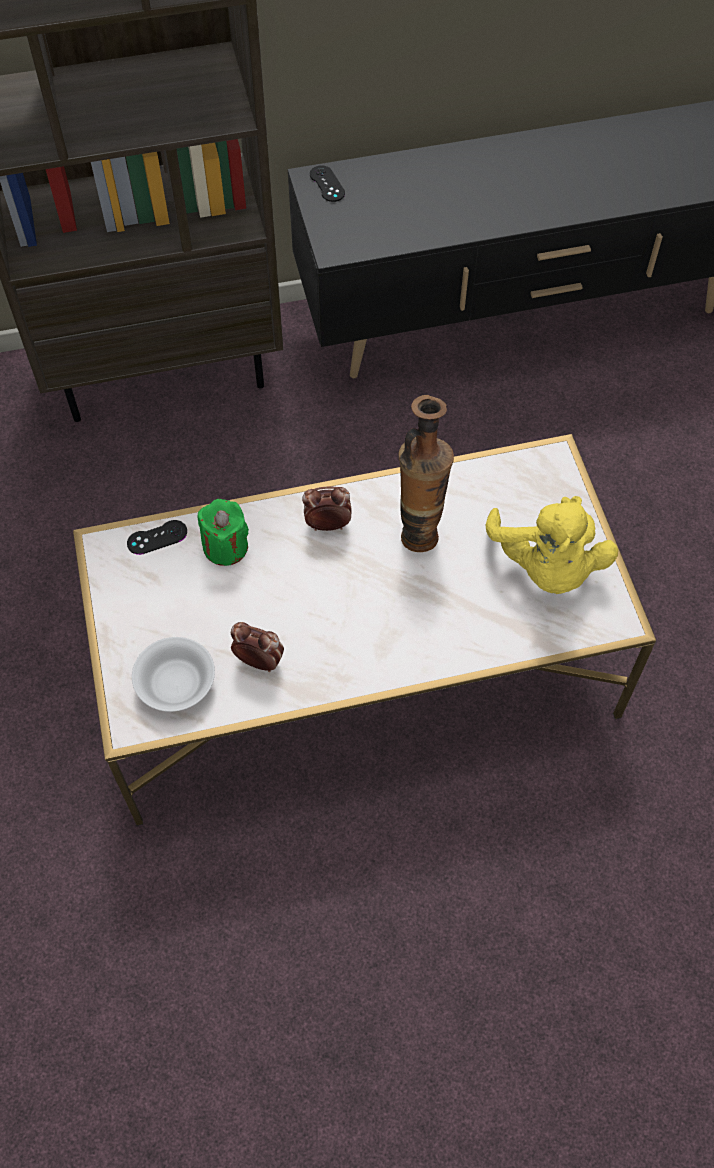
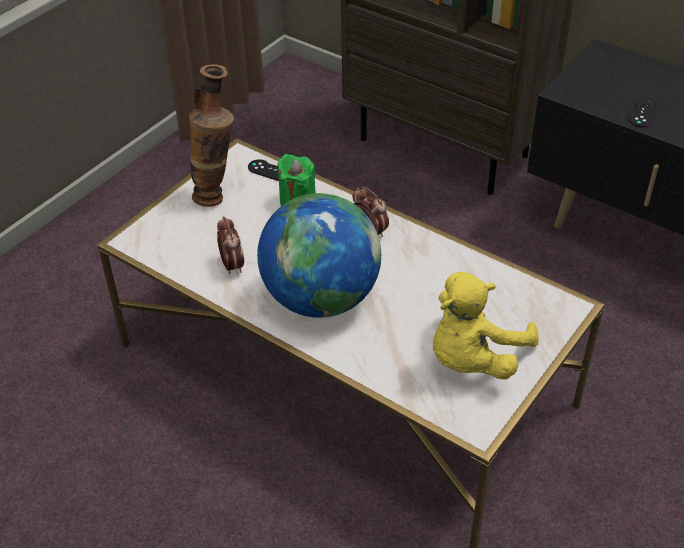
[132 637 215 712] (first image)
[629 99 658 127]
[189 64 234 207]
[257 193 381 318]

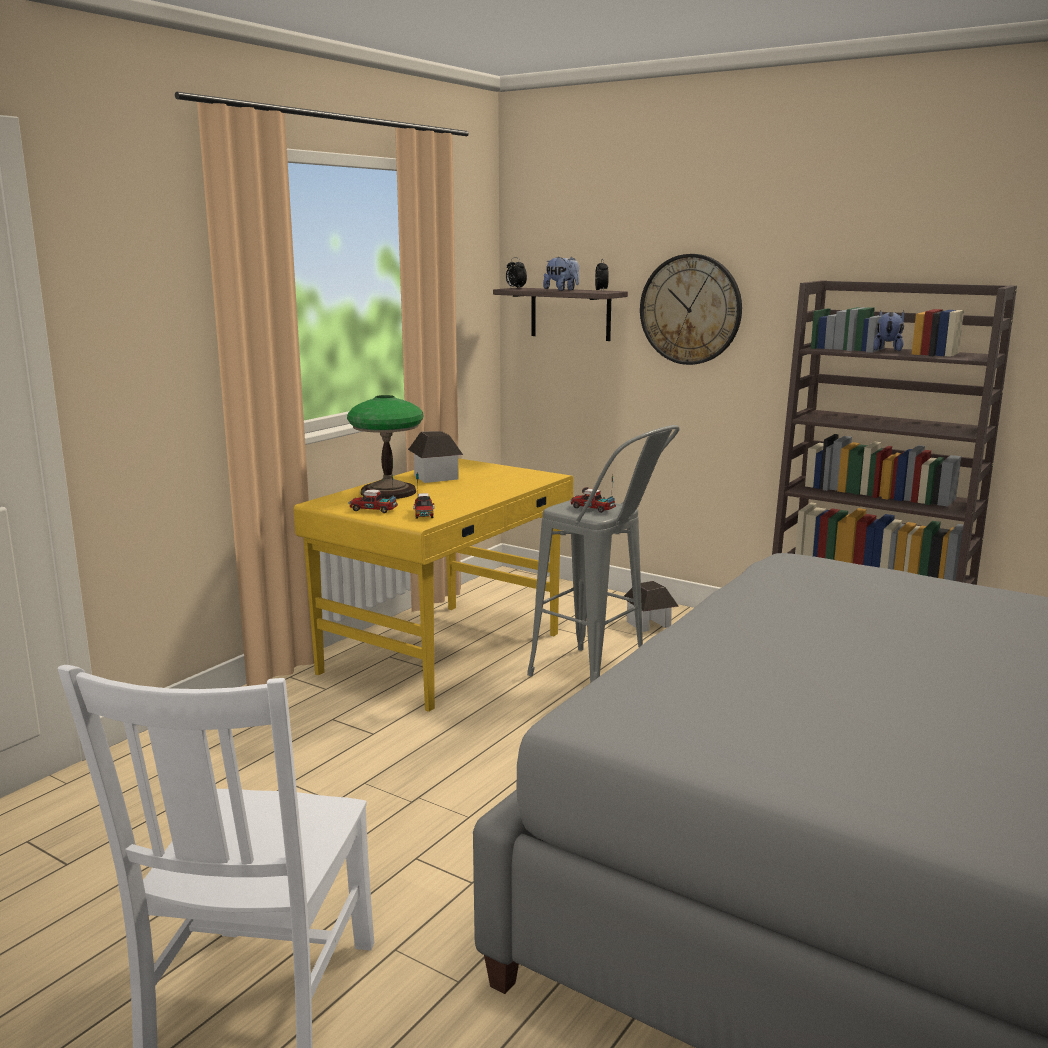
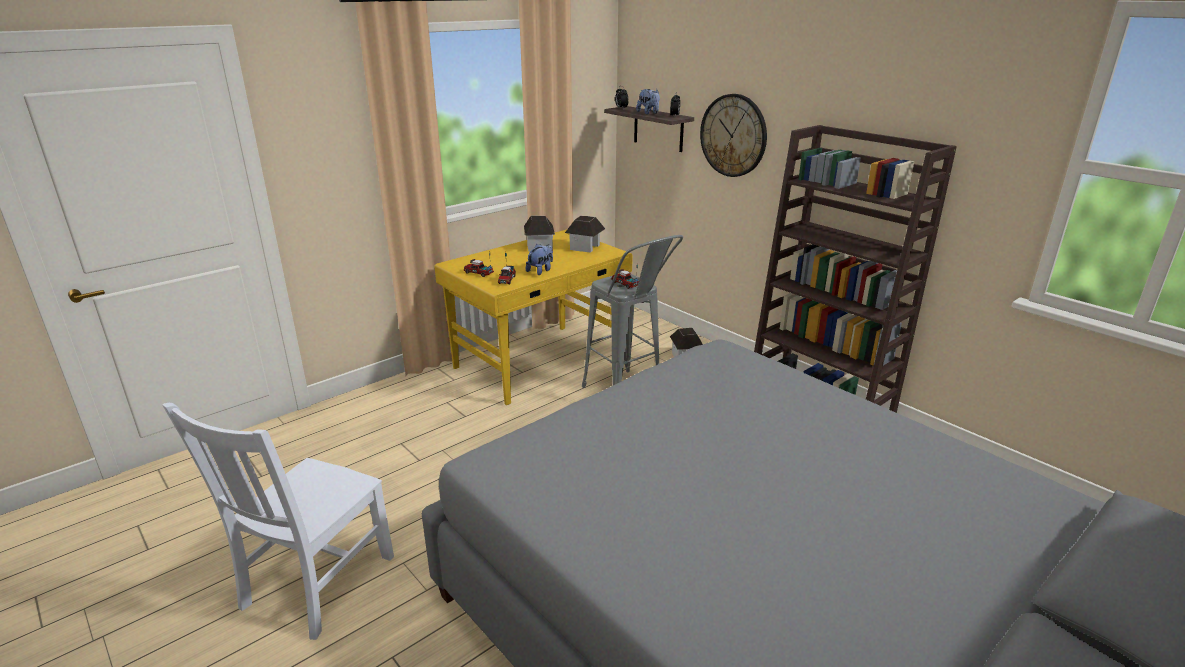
[347 395 424 499] (first image)
[526 244 553 275]
[565 216 605 253]

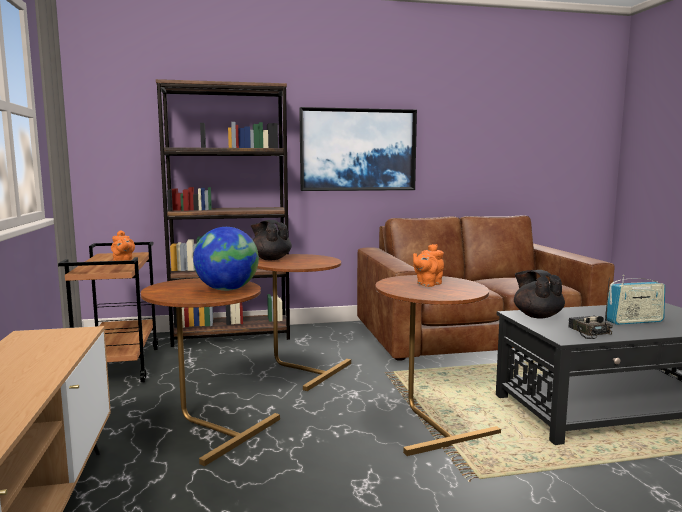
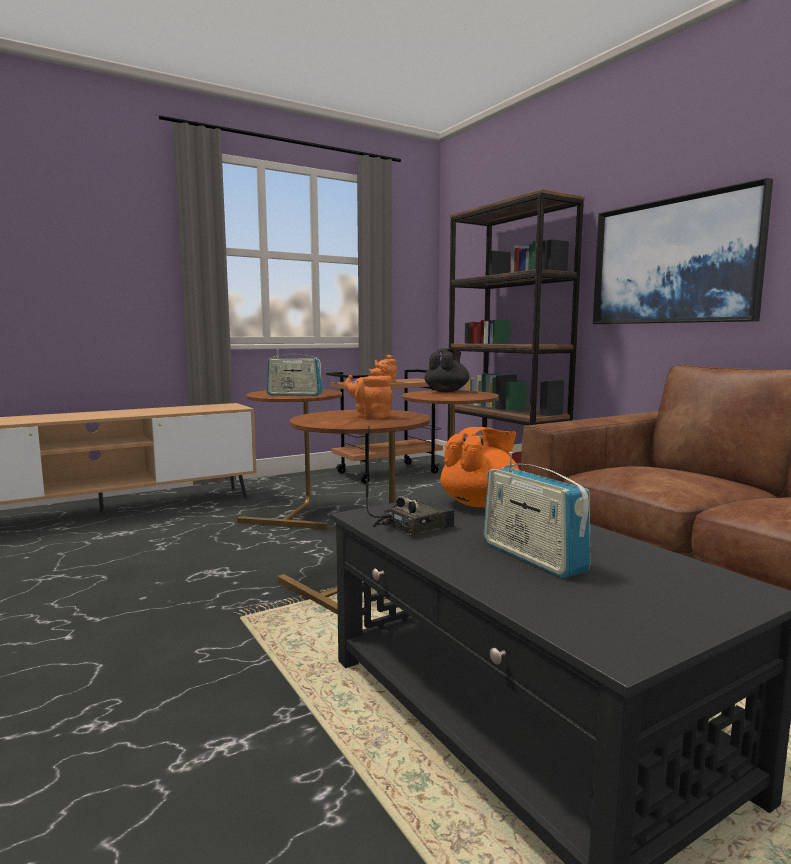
[267 349 323 396]
[440 427 519 507]

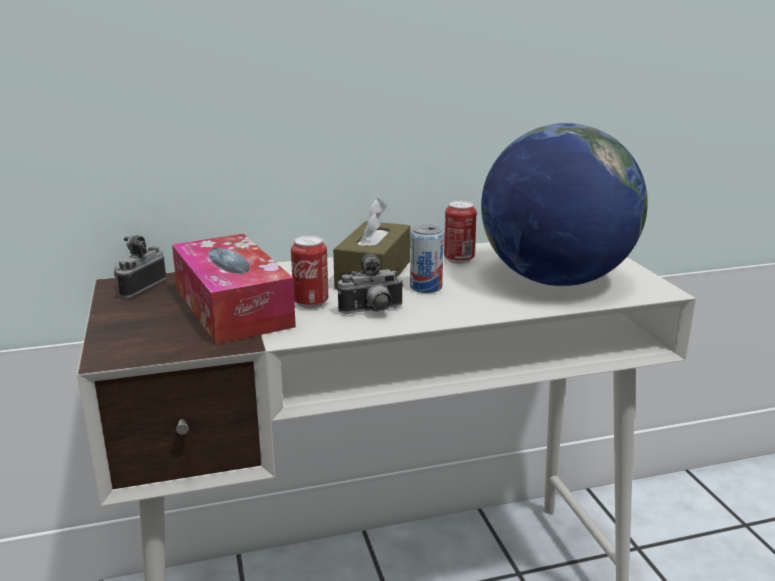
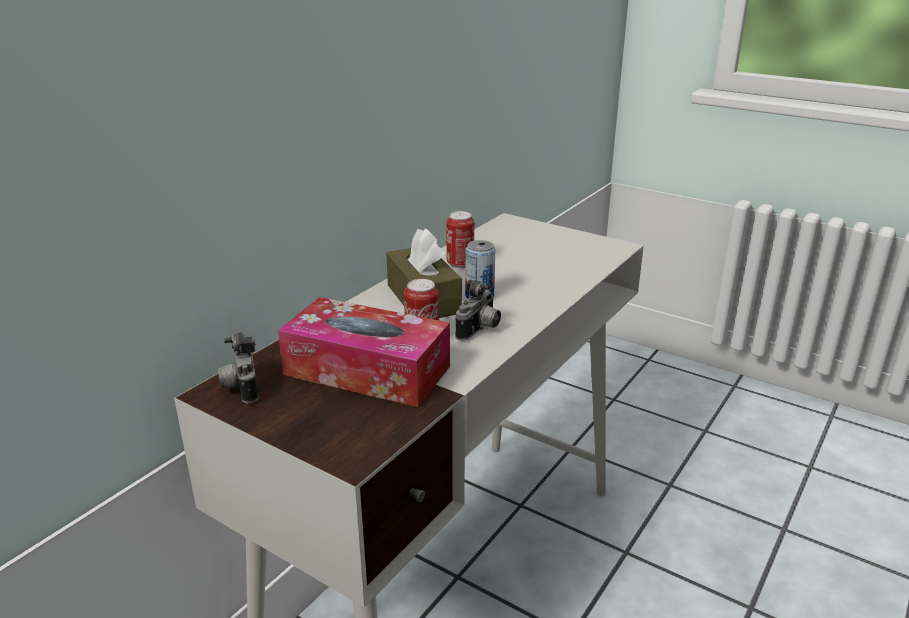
[481 123 648 286] (first image)

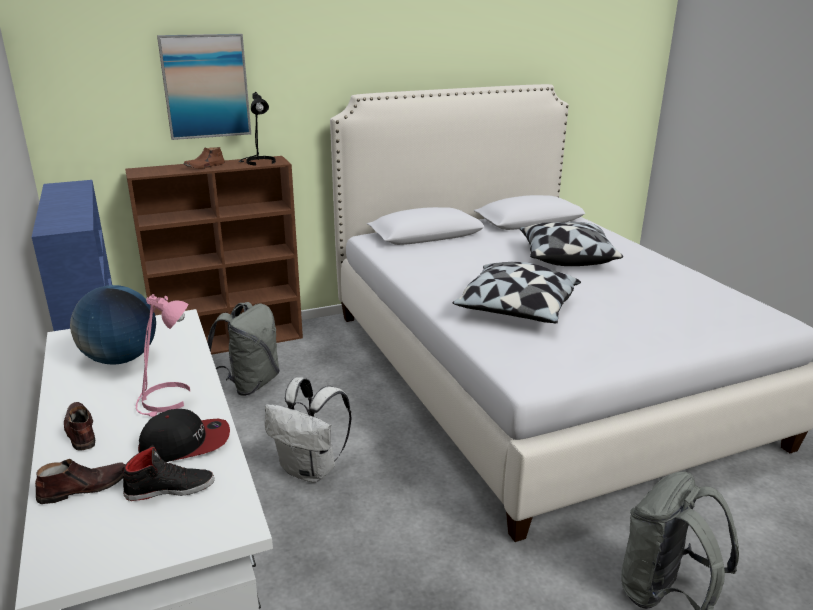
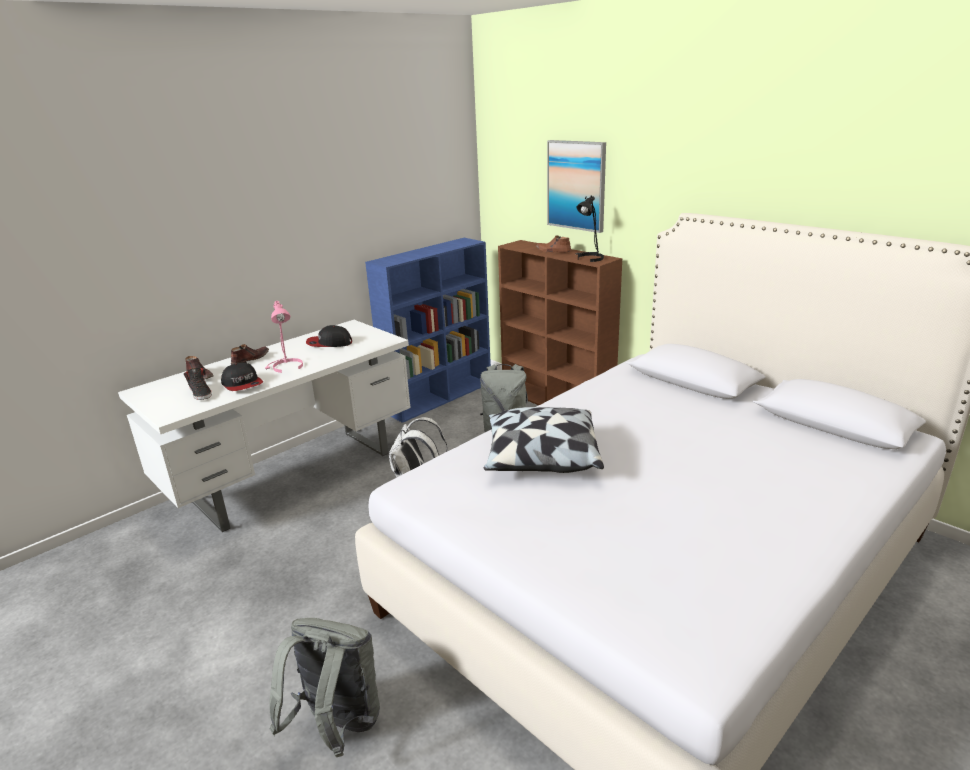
[306 325 352 347]
[520 222 623 266] (first image)

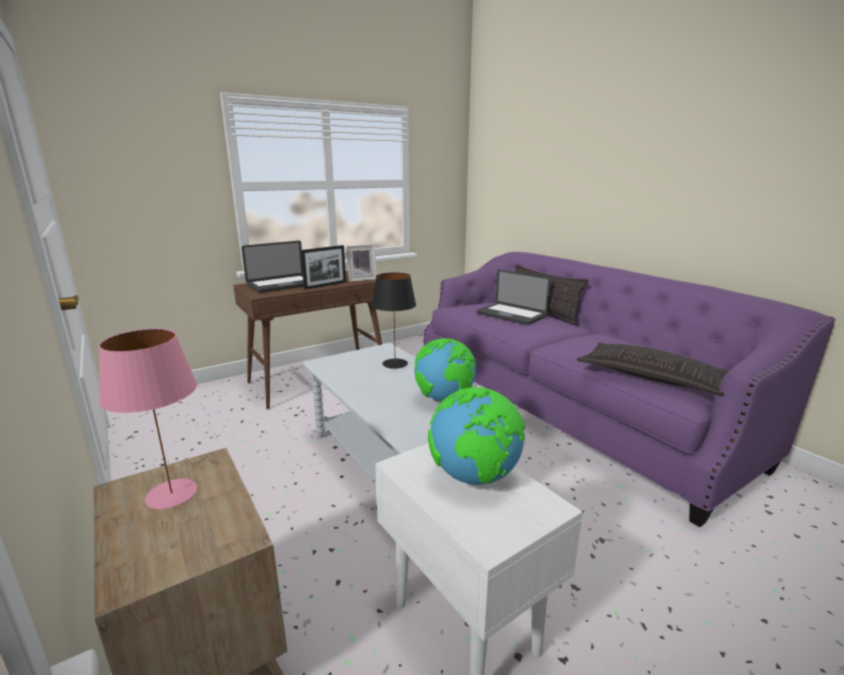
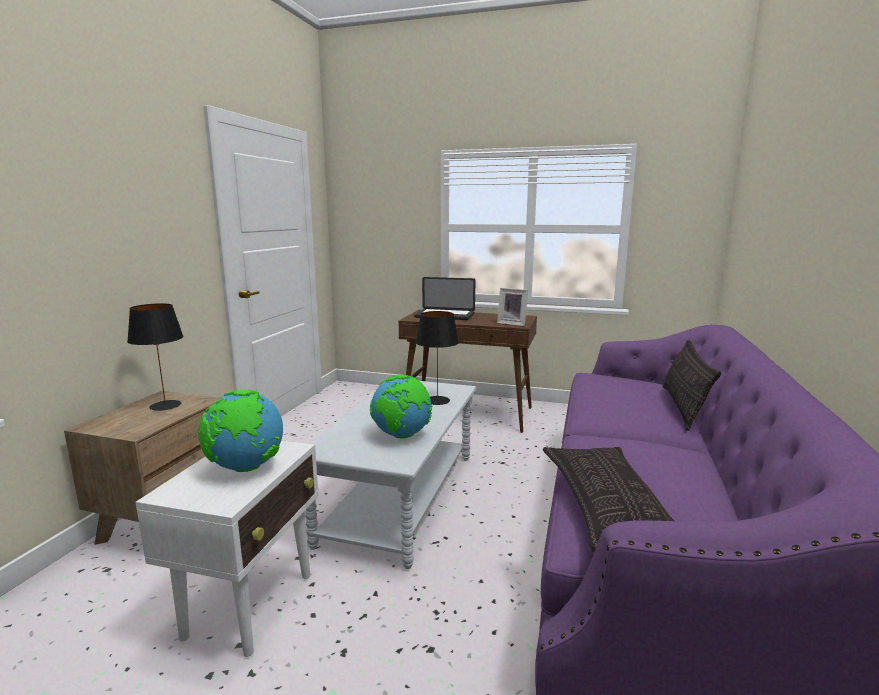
[127 303 184 411]
[301 245 346 290] (first image)
[476 270 550 325] (first image)

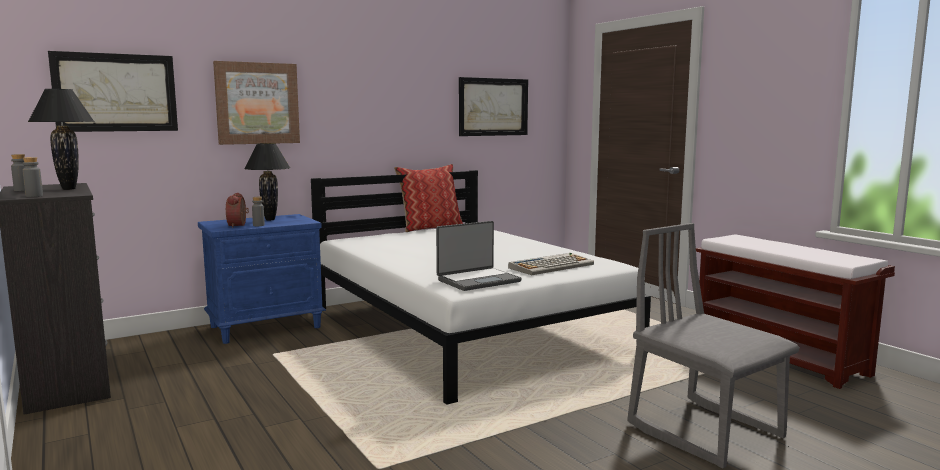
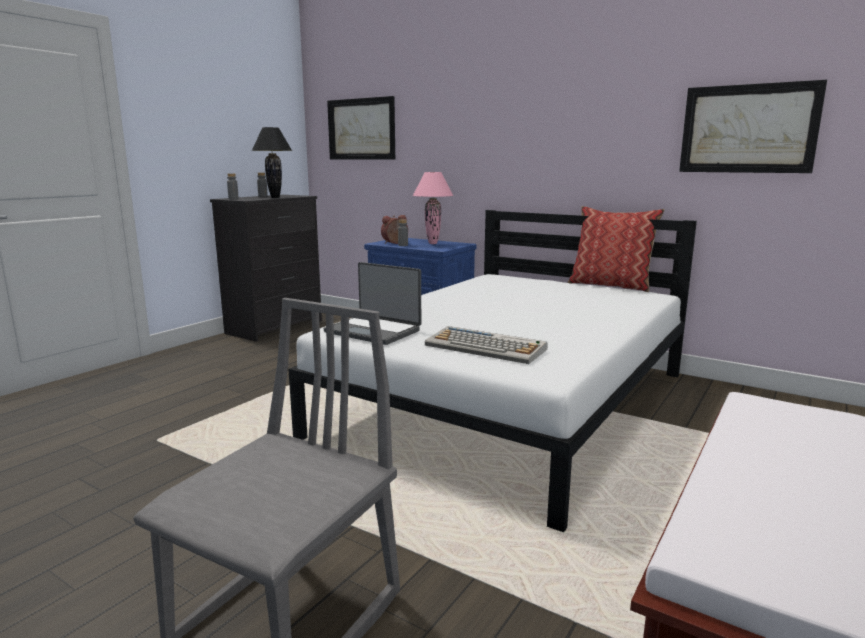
[213 61 300 145] (first image)
[413 172 453 244]

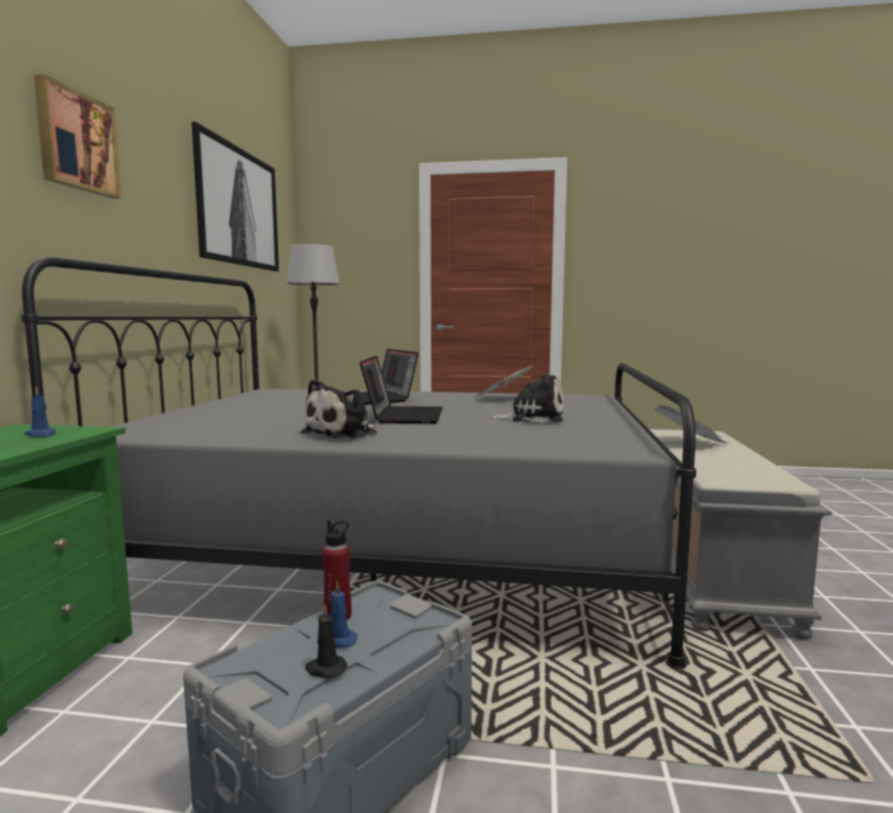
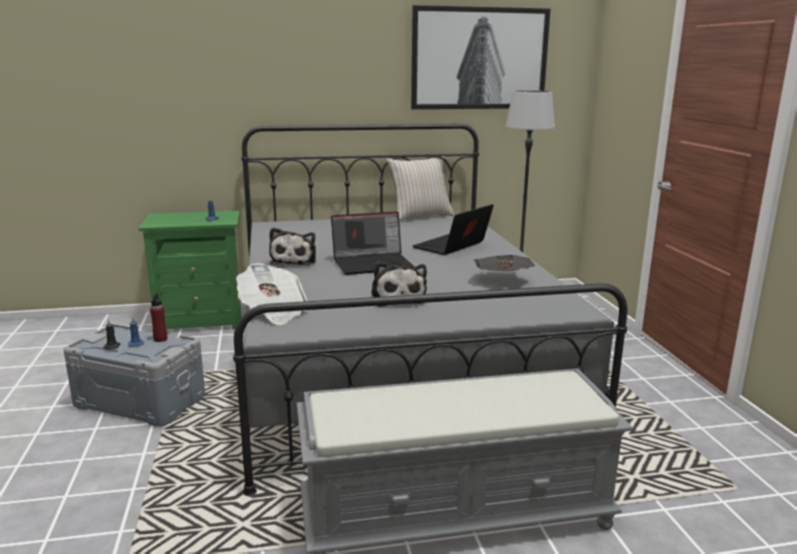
[34 74 122 199] (first image)
[269 227 316 266]
[236 263 307 325]
[386 156 454 221]

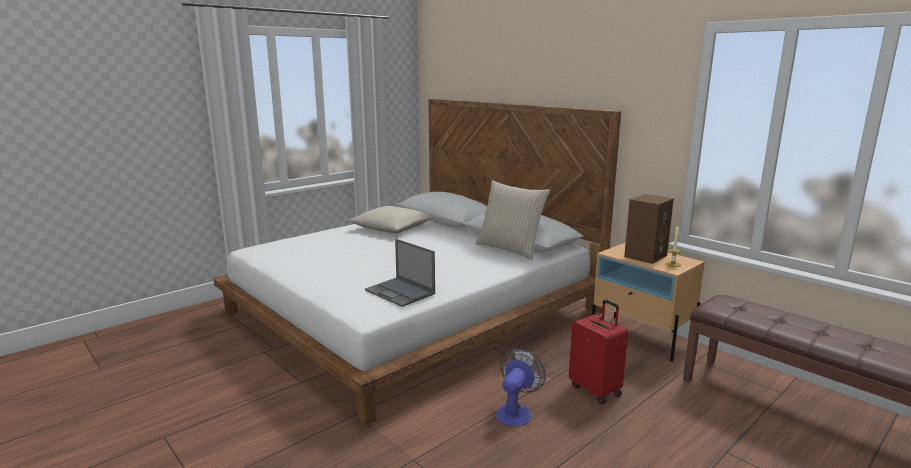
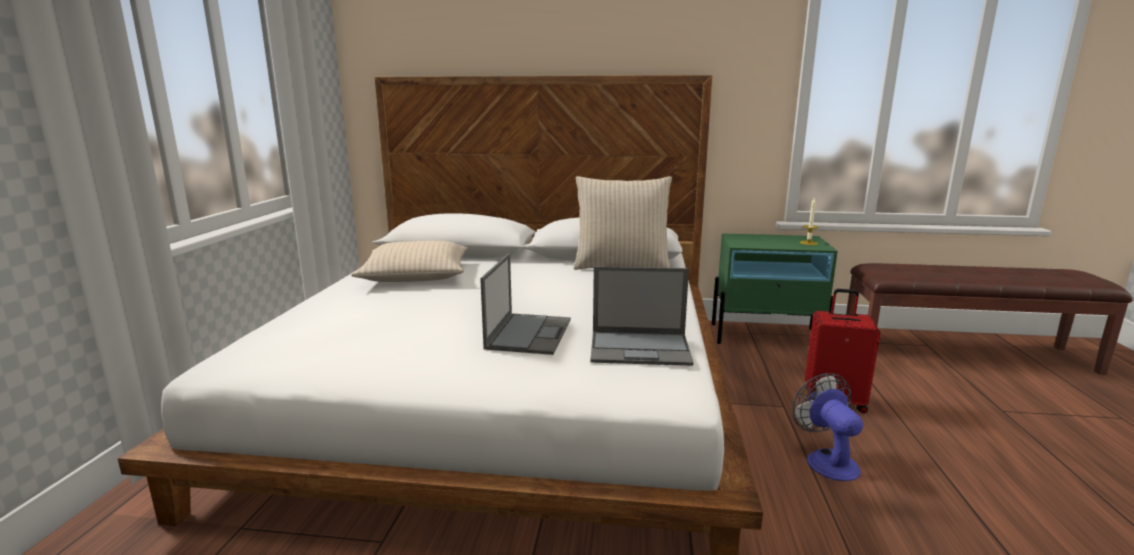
[712 233 838 344]
[624 194 674 264] (first image)
[480 253 571 355]

